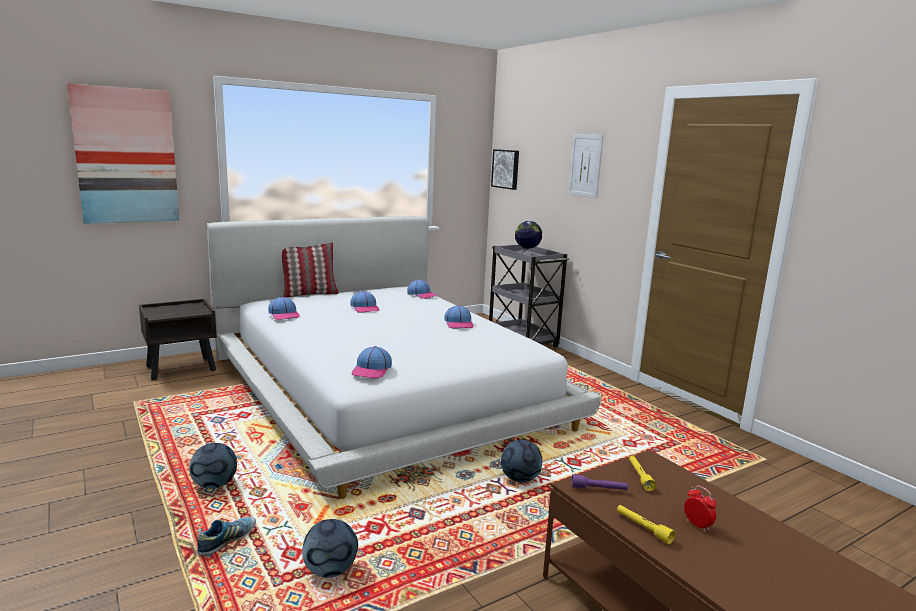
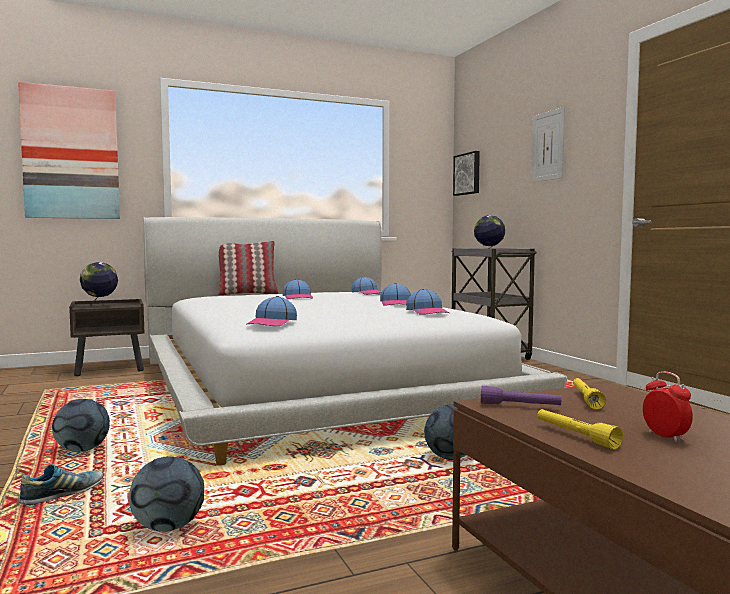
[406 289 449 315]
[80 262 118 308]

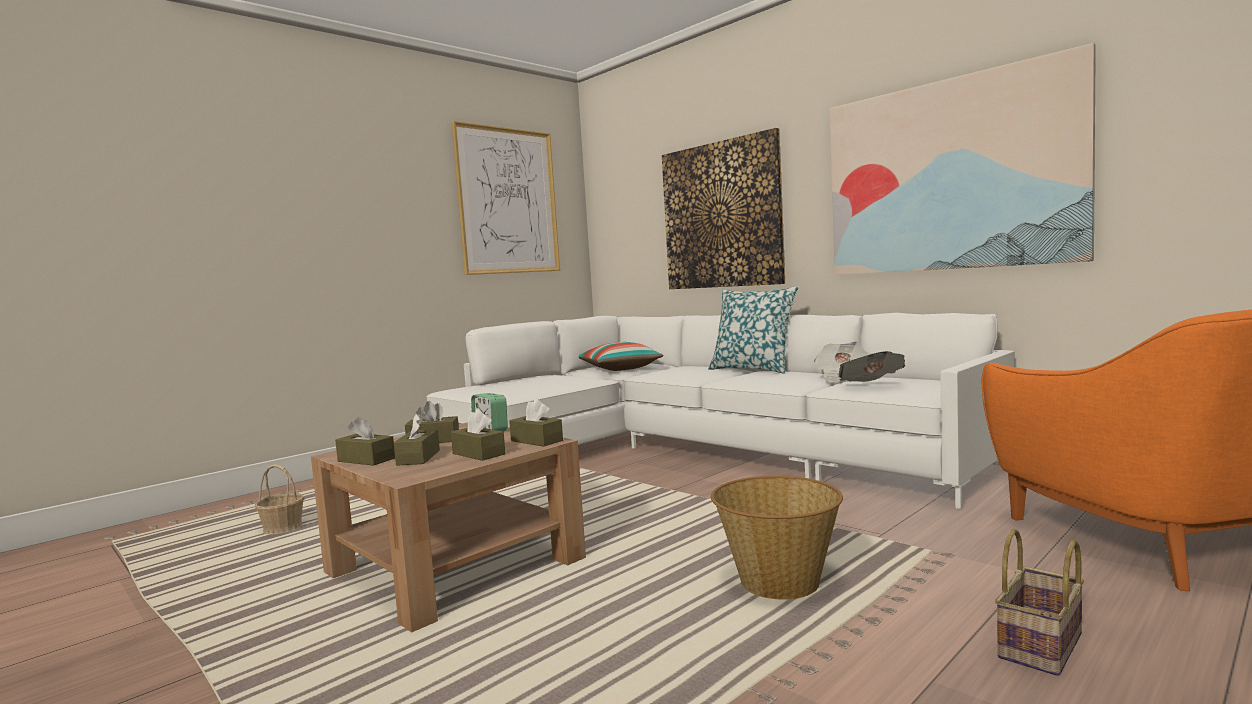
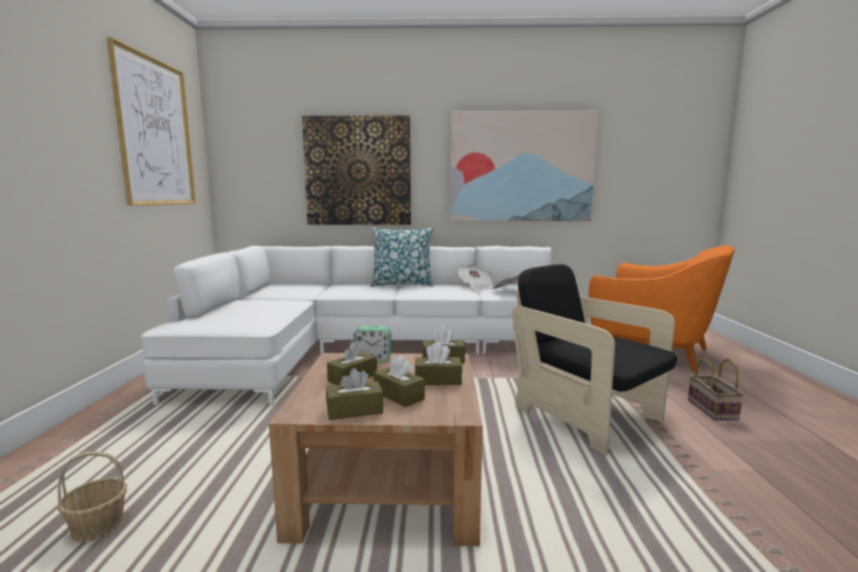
[579 342 664 371] (first image)
[512 264 677 456]

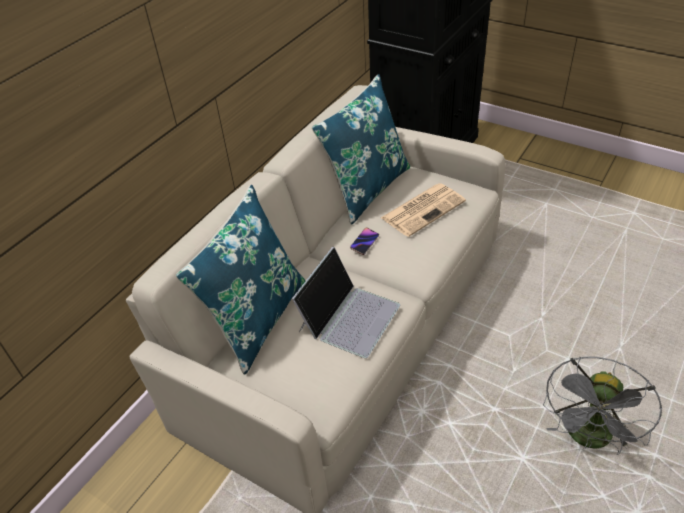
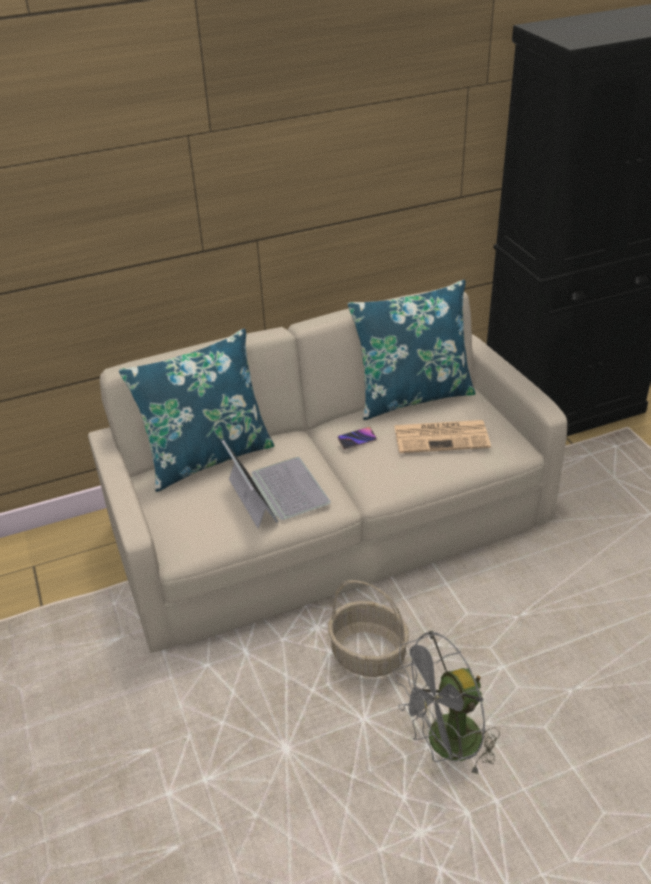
[222 440 331 529]
[328 580 409 677]

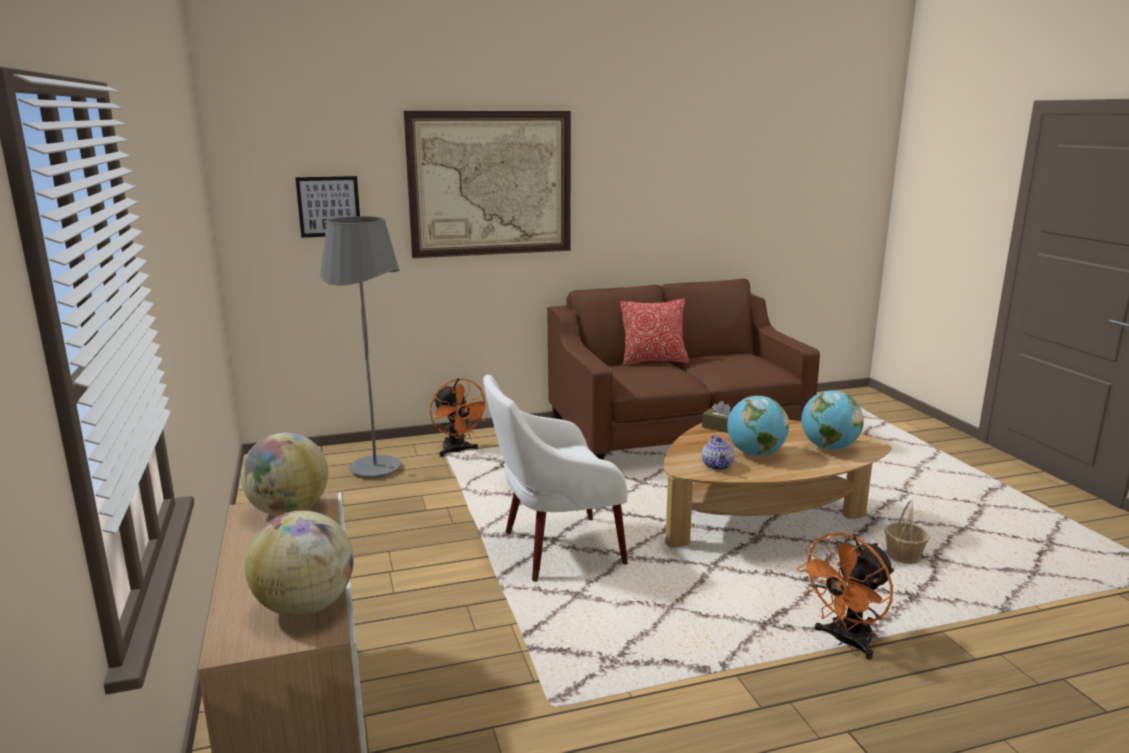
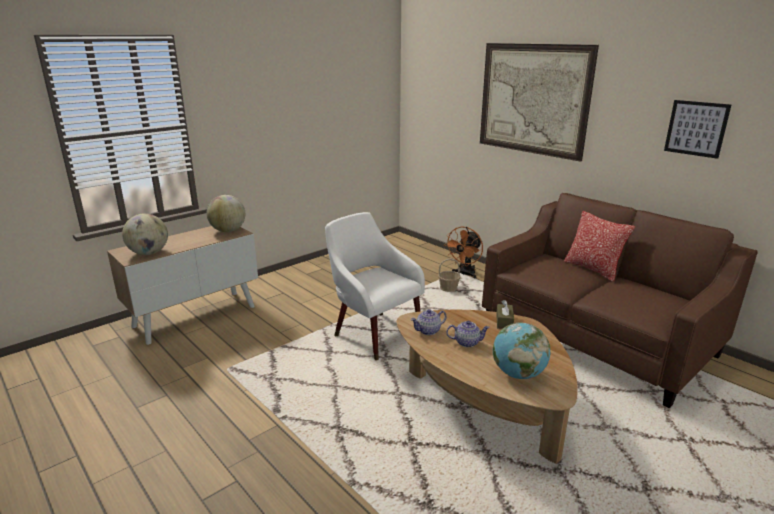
[664 100 731 159]
[320 216 401 479] (first image)
[446 321 490 347]
[797 532 894 659] (first image)
[438 259 460 292]

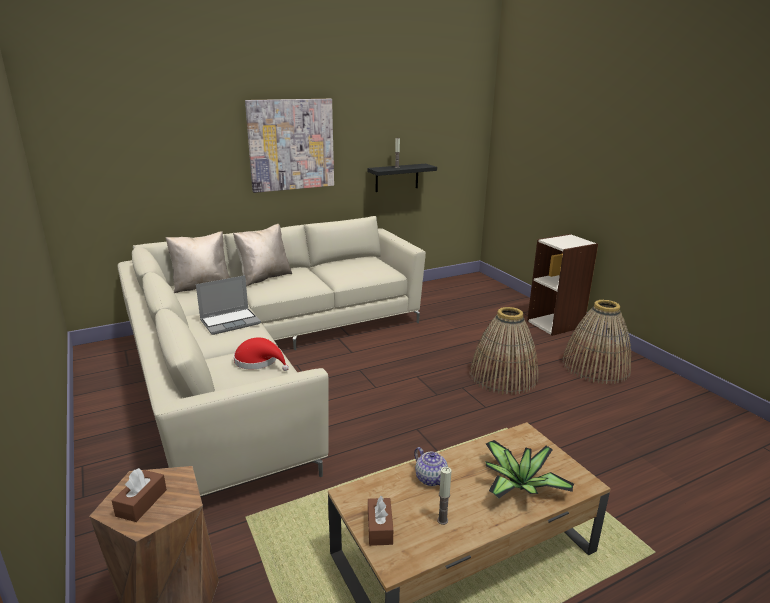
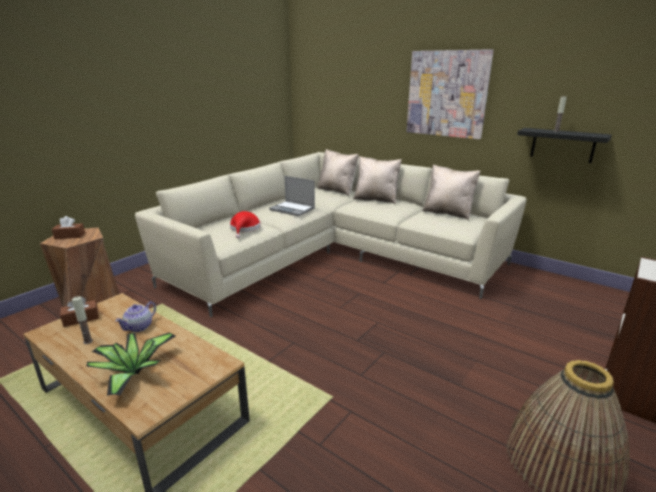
[470 307 538 395] (first image)
[422 164 481 220]

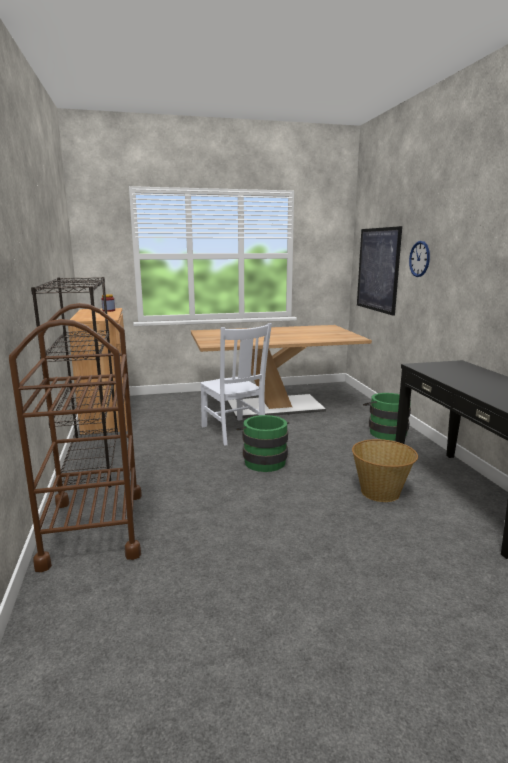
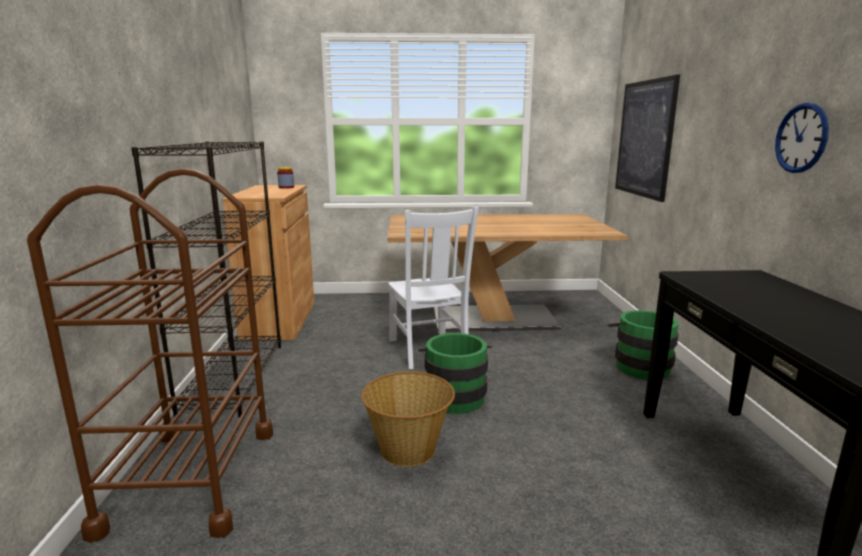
[361 372 455 467]
[775 103 829 173]

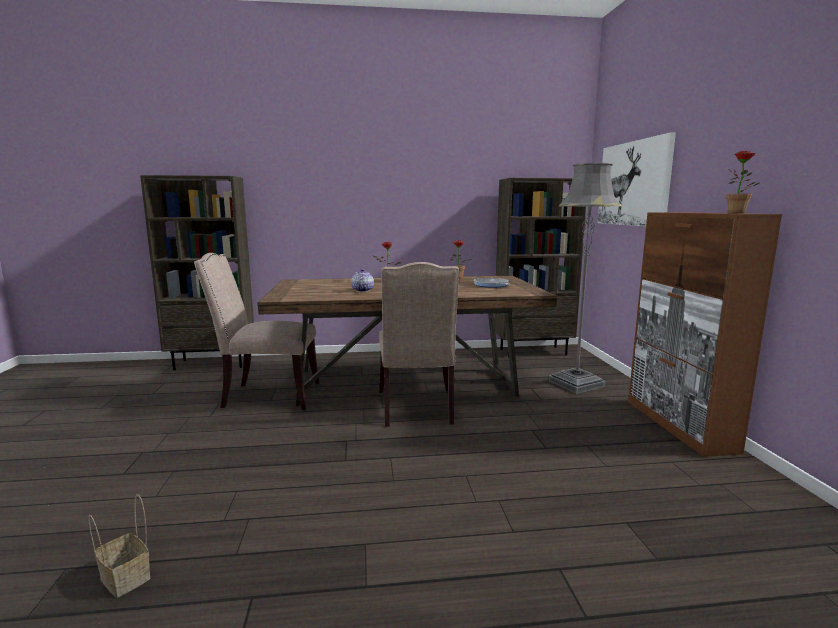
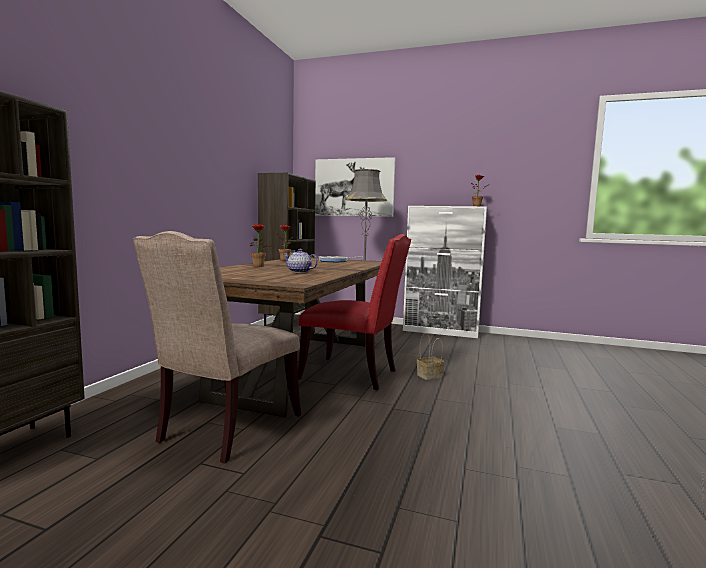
[417 333 444 380]
[298 234 411 390]
[403 206 487 338]

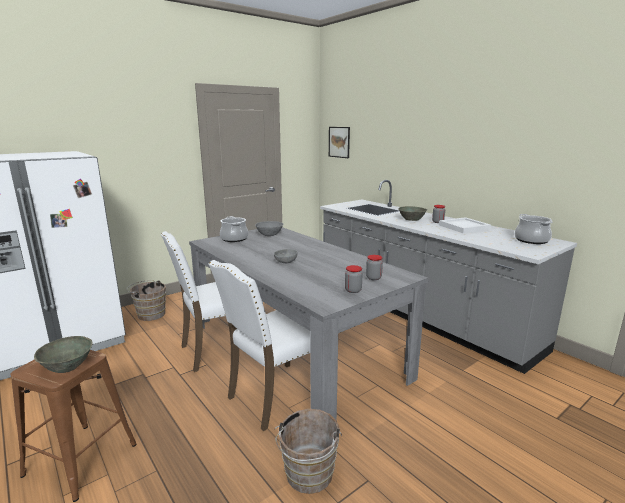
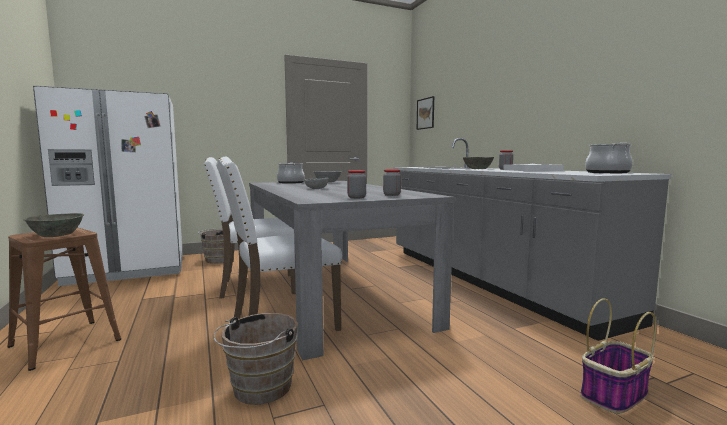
[580 298 657 414]

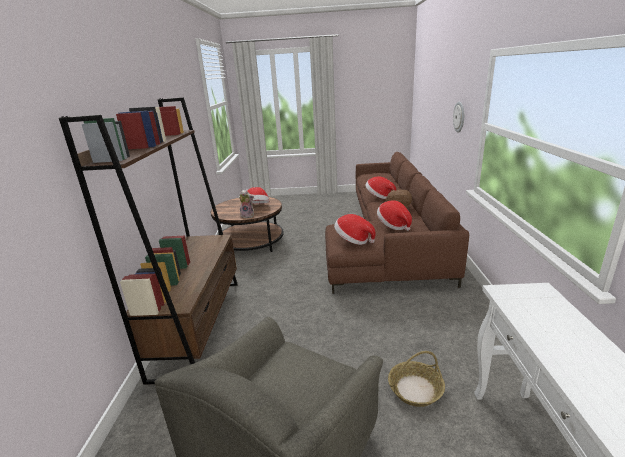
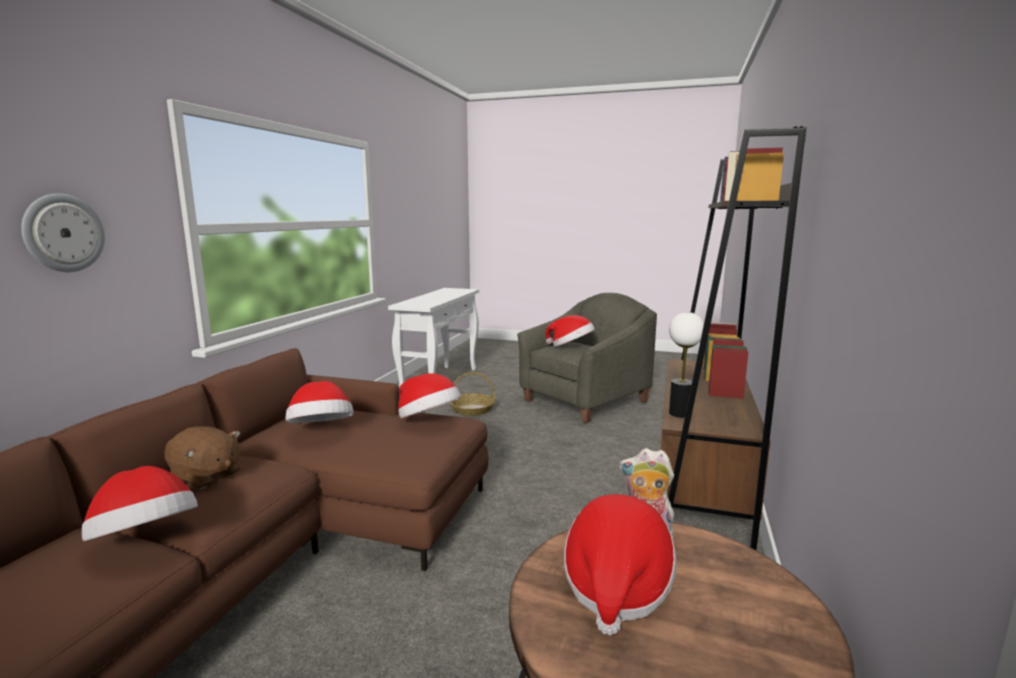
[545 315 595 347]
[669 312 704 418]

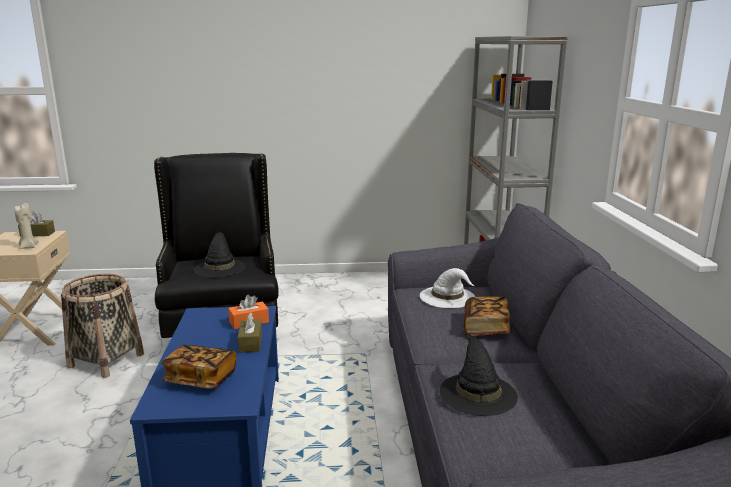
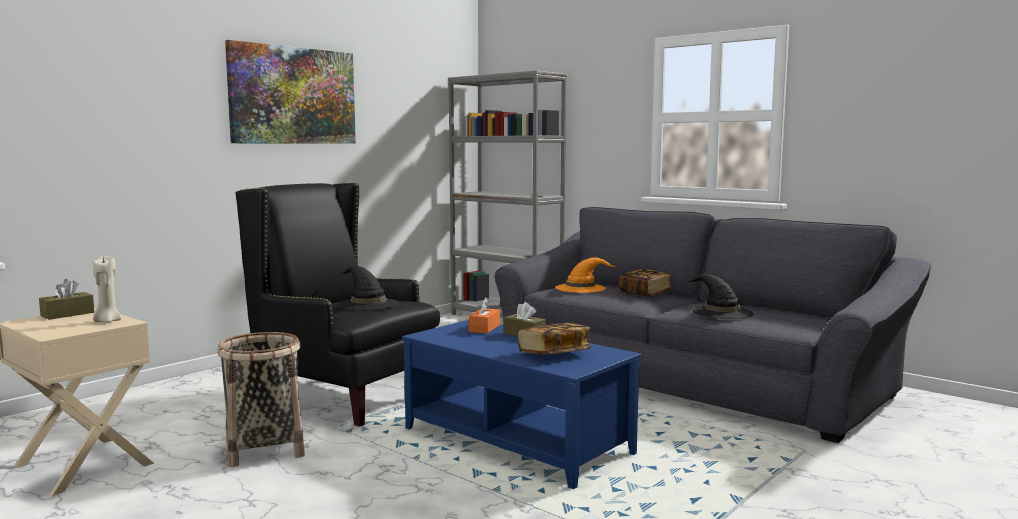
[555 257 616 293]
[225 40 356 143]

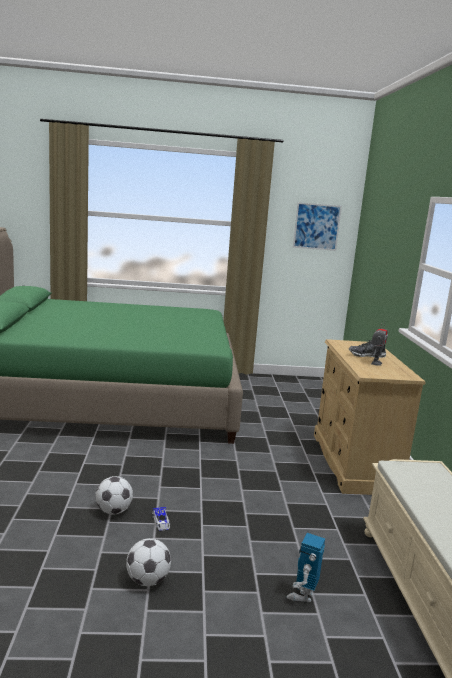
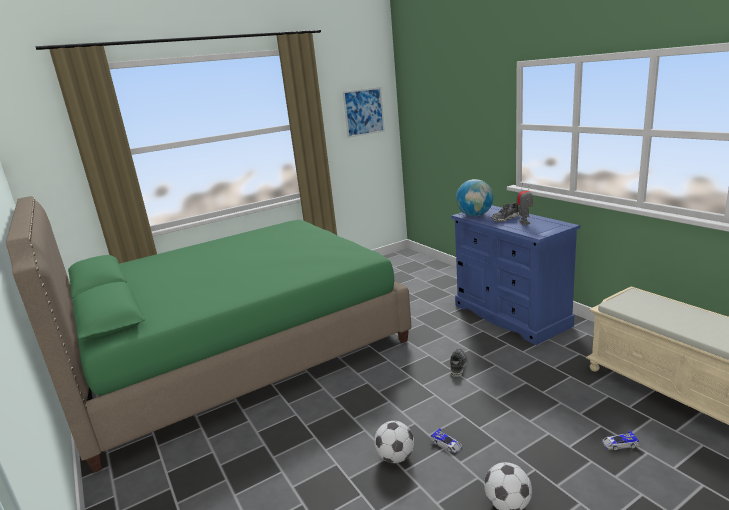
[602 430 639 450]
[451 205 580 345]
[450 349 468 377]
[456 179 493 216]

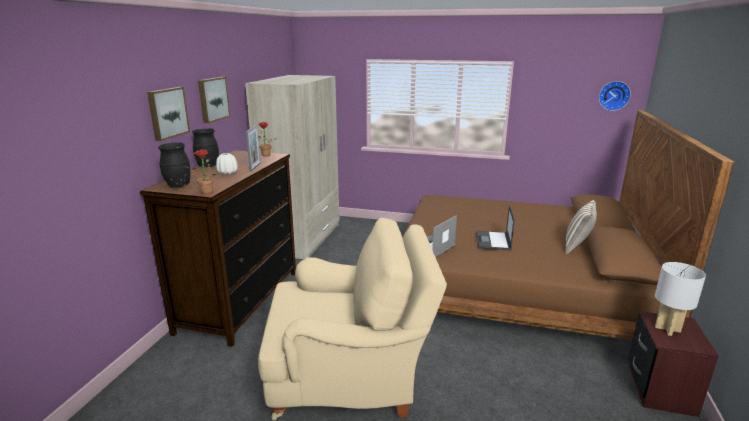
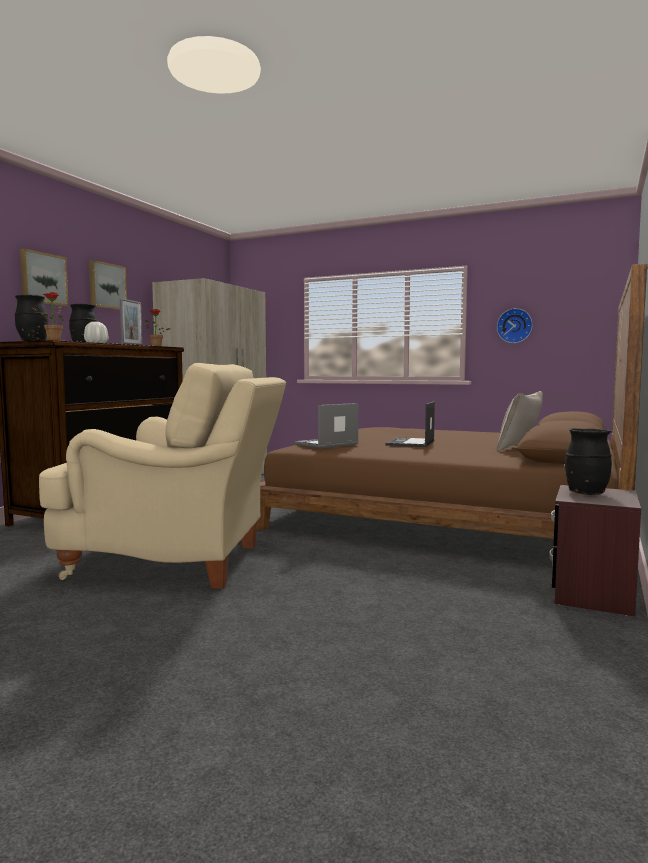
[497 308 533 343]
[565 428 612 495]

